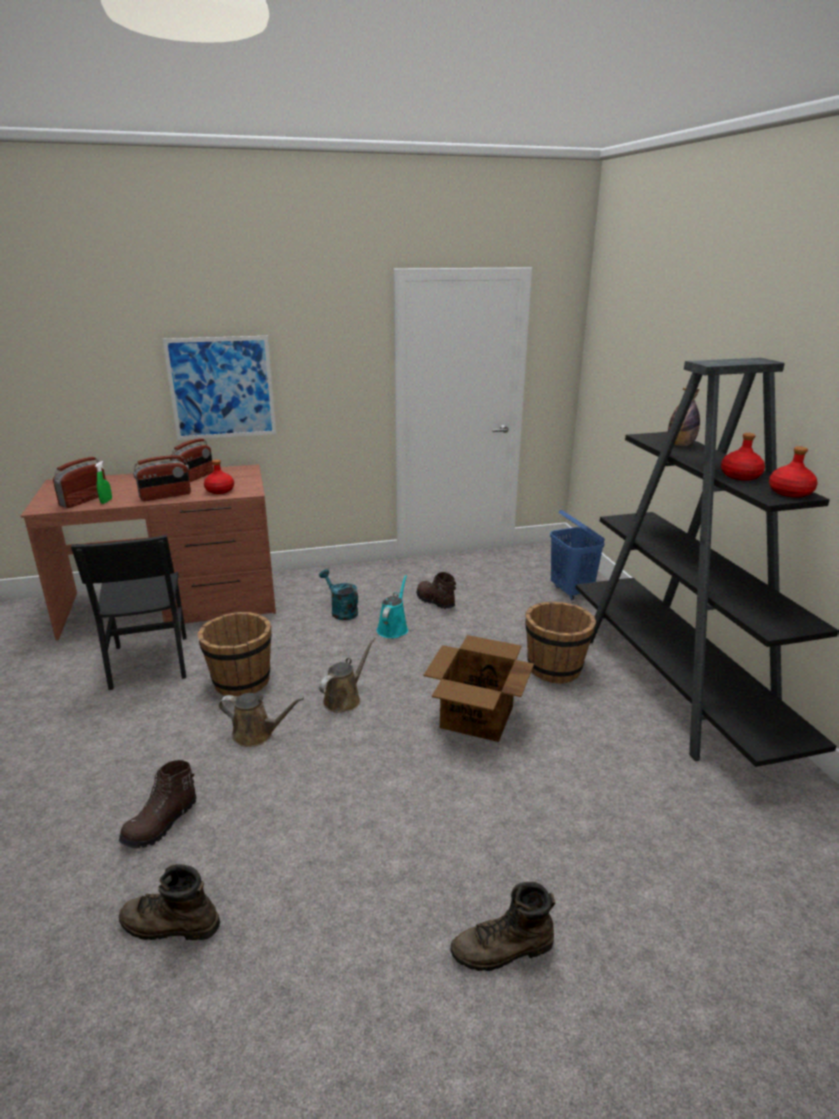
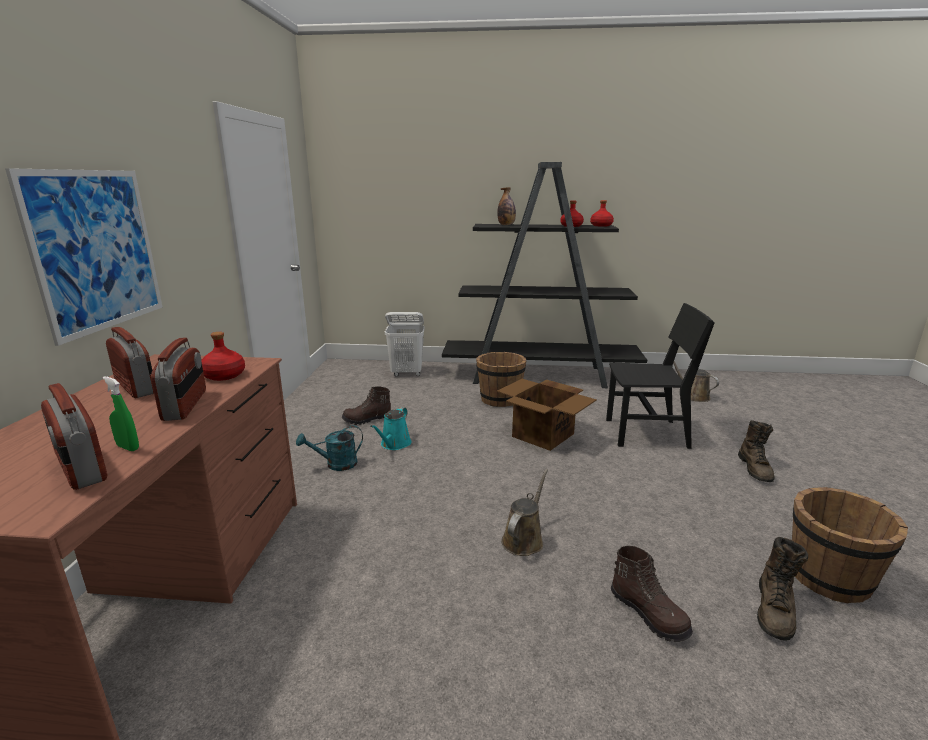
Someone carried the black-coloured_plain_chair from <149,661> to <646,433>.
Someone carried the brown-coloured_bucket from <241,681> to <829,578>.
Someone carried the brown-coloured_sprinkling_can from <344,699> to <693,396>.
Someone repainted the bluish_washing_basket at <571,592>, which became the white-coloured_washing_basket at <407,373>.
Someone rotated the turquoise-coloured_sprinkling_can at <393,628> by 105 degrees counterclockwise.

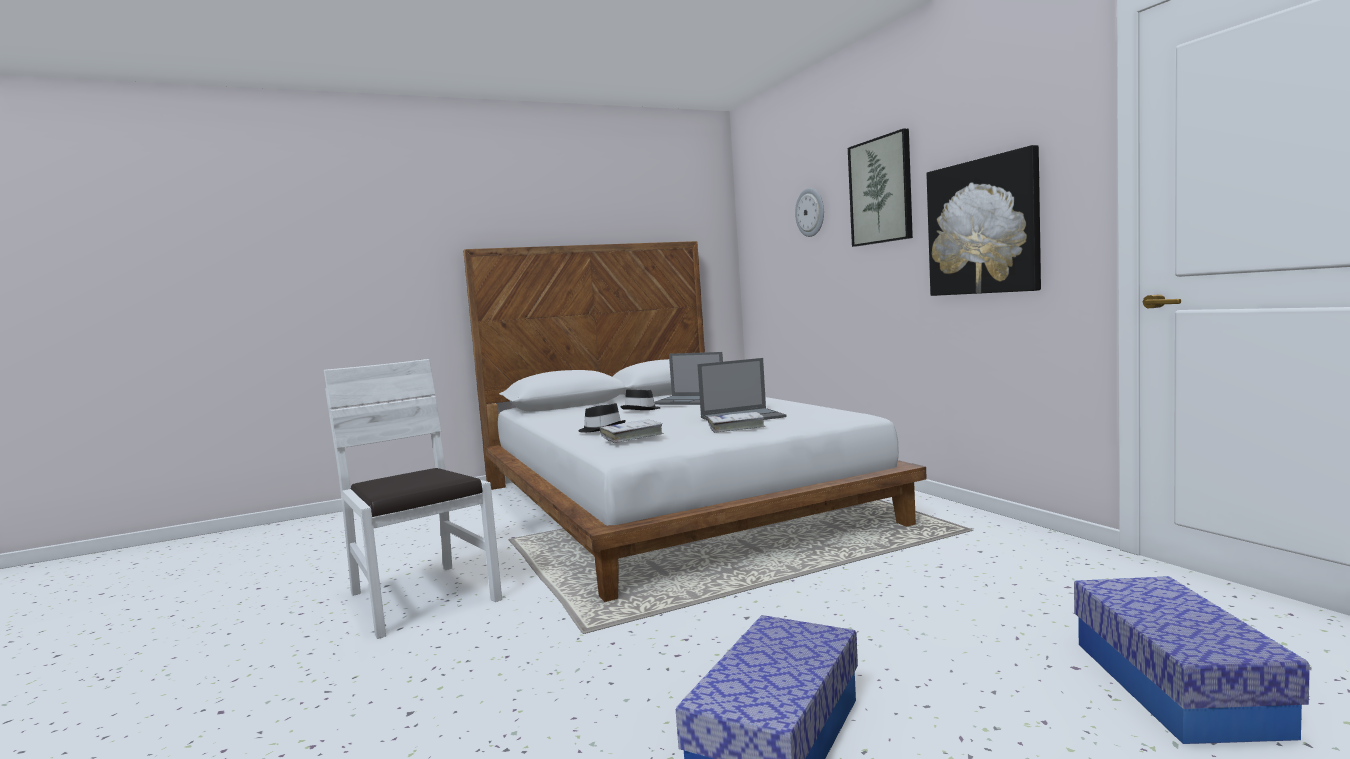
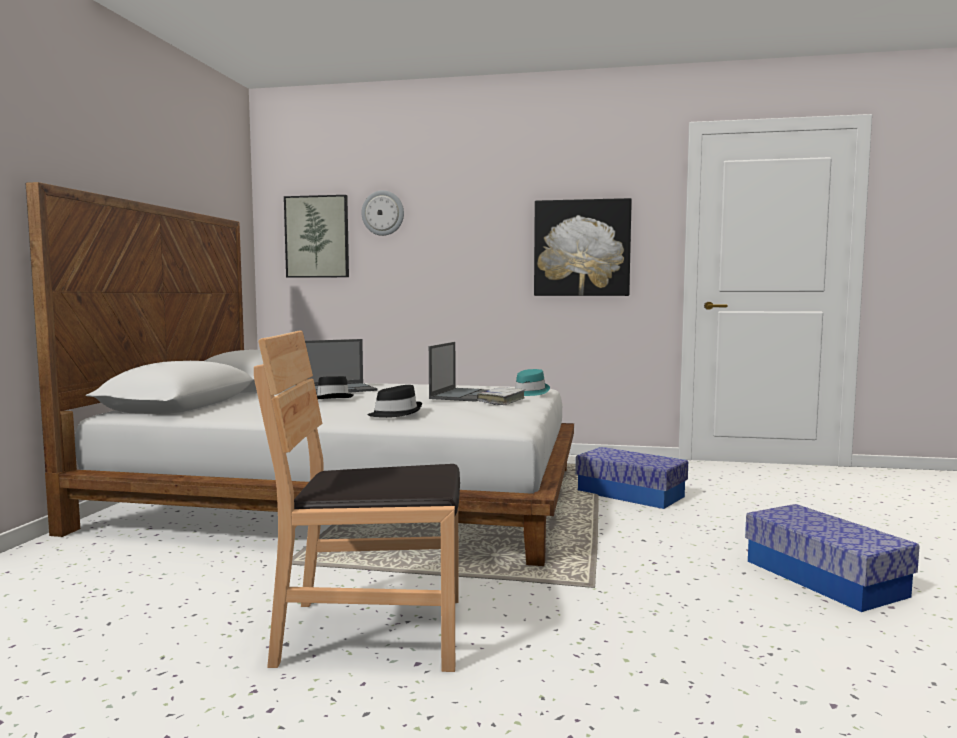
Someone took away the white-coloured_book at <632,436>.
Someone put down the turquoise-coloured_hat at <528,392>.
Someone carried the wall_picture from <881,191> to <317,237>.
Someone carried the storage_container from <1174,686> to <630,494>.
Someone repainted the white-coloured_plain_chair at <421,598>, which became the brown-coloured_plain_chair at <373,632>.

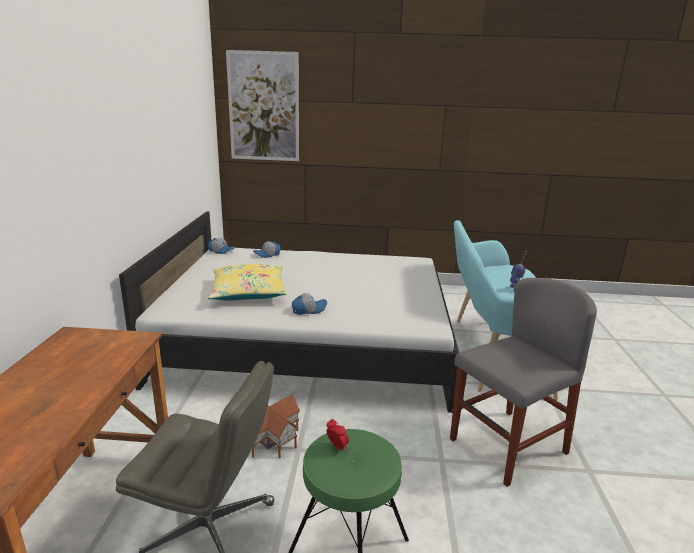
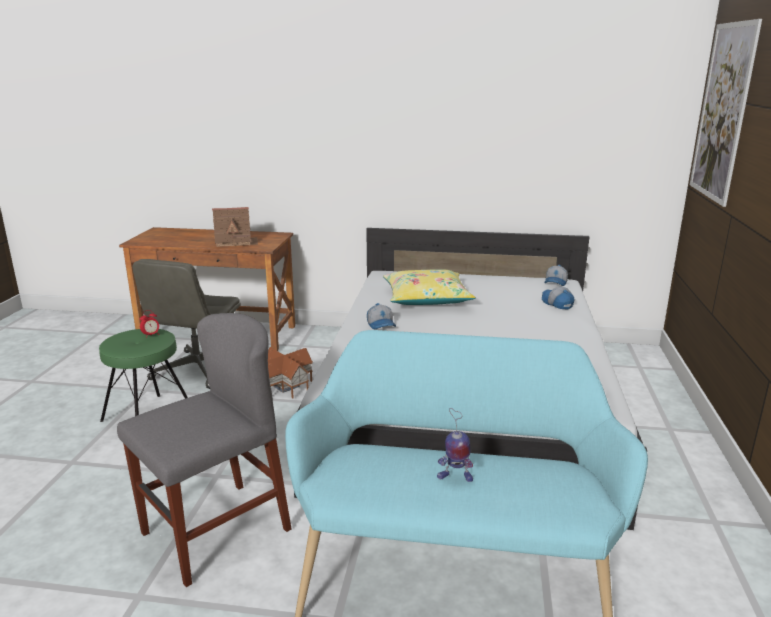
Someone put down the model_house at <236,242>.
Someone rotated the grey_plain_chair at <507,446> by 105 degrees counterclockwise.

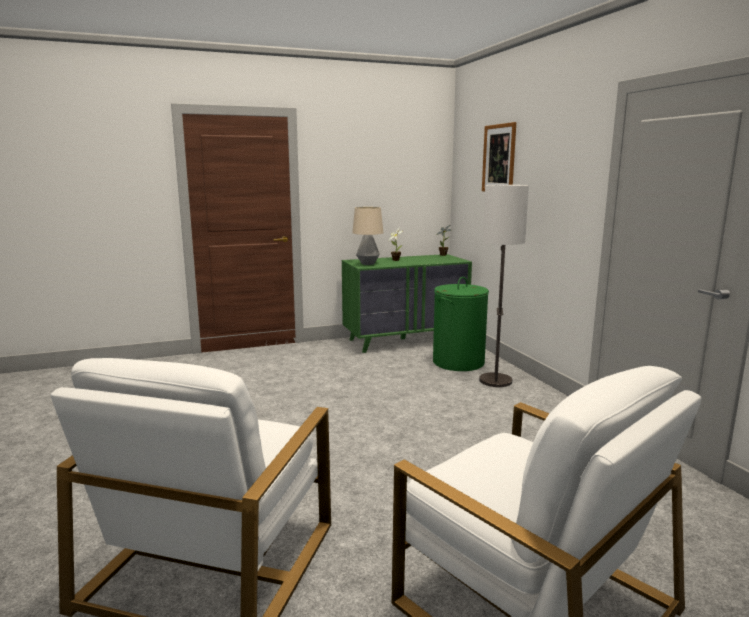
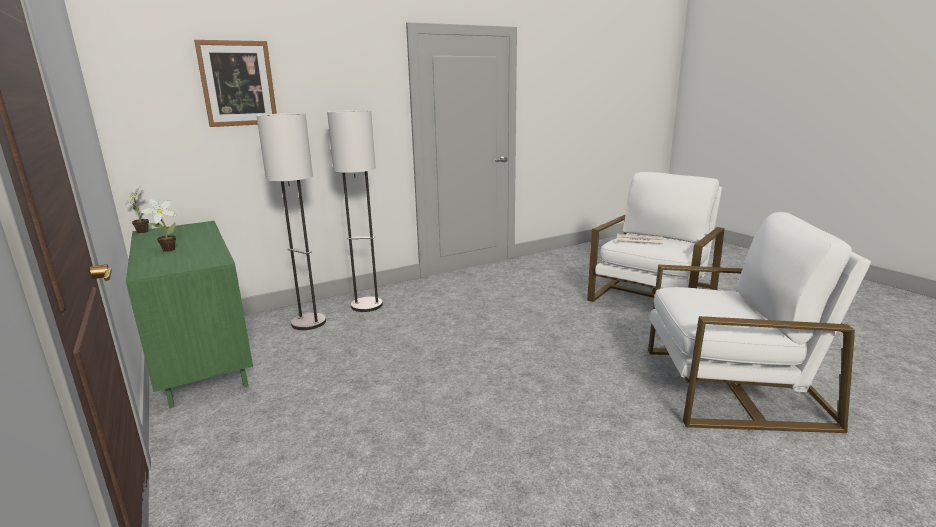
Someone took away the lamp_for_a_table at <368,264>.
Someone put down the daily_paper at <638,240>.
Someone swapped the greenish_washing_basket at <458,362> for the floor_lamp at <309,322>.

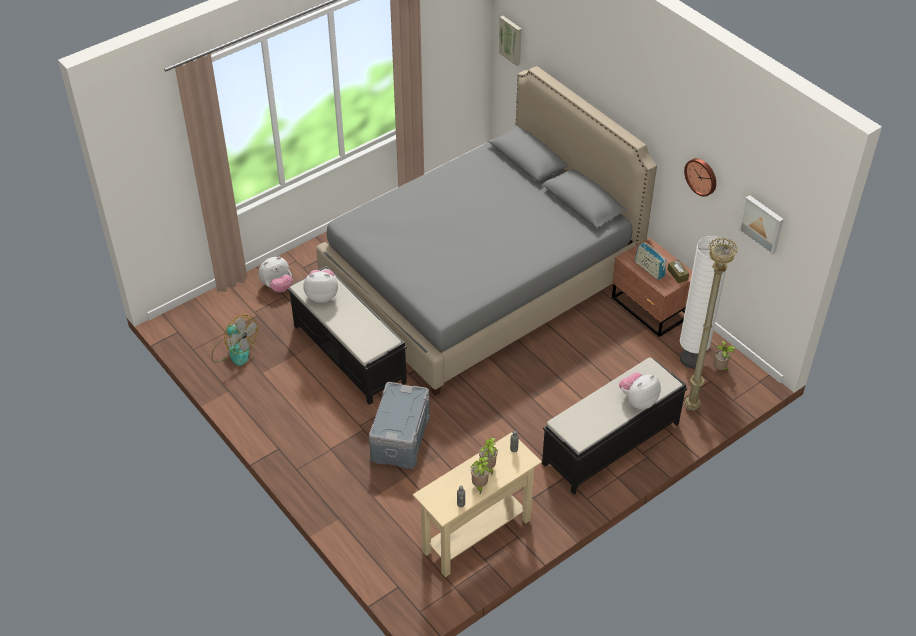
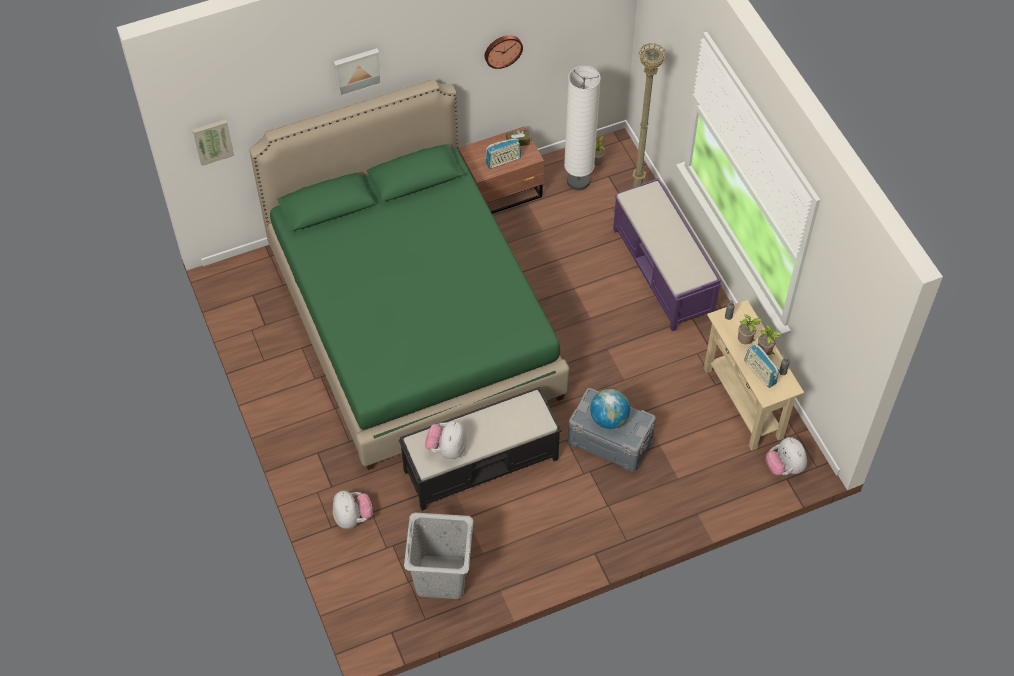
Someone put down the world_globe at <609,419>.
Someone put down the radio_set at <760,373>.
Someone carried the cuddly_toy from <638,401> to <784,467>.
Someone carried the wall_picture from <762,223> to <357,70>.
Someone swapped the fan at <234,351> for the grey_washing_basket at <441,576>.
Someone repainted the grey_sleeping_bed at <481,280>, which became the greenish_sleeping_bed at <413,322>.
Someone repainted the black-coloured_long_seat at <610,444>, which became the purple_long_seat at <663,272>.

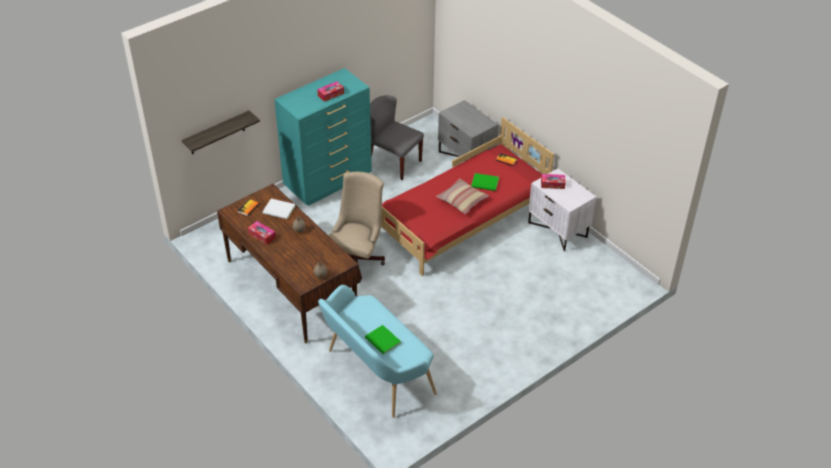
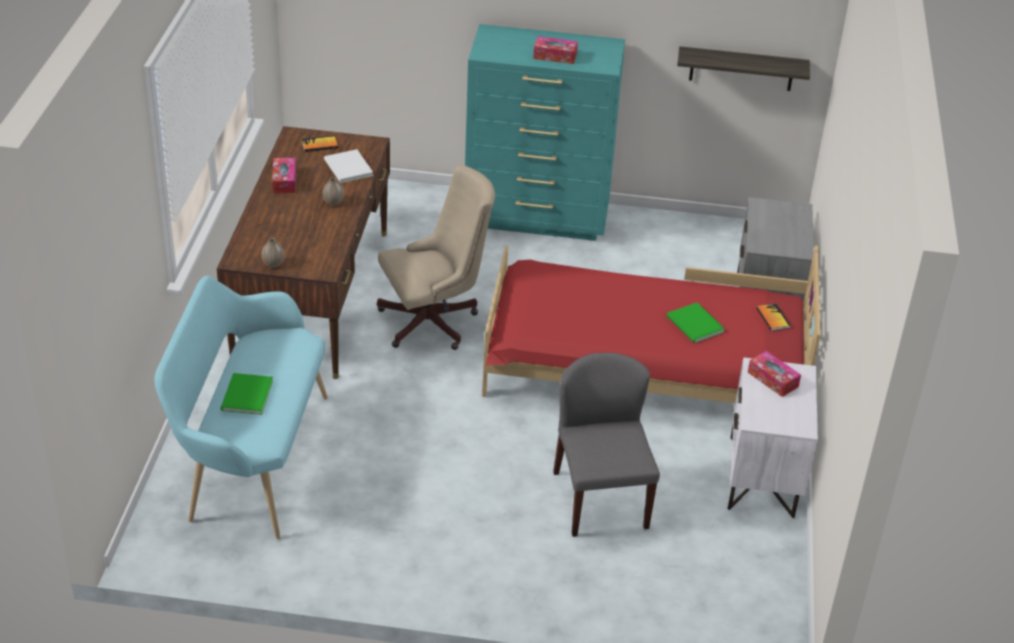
Someone took away the throw_pillow at <462,200>.
Someone carried the wall_shelf from <217,133> to <741,69>.
Someone carried the grey_plain_chair from <394,163> to <599,499>.

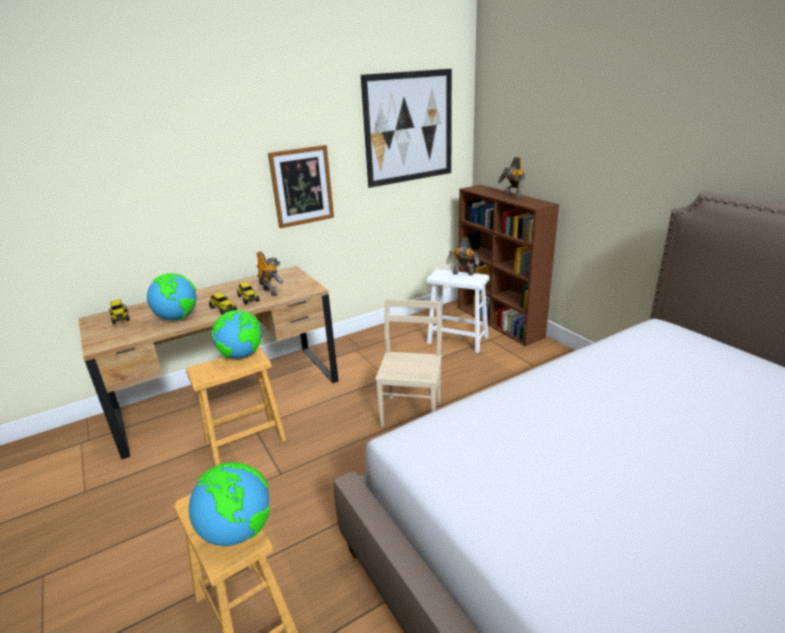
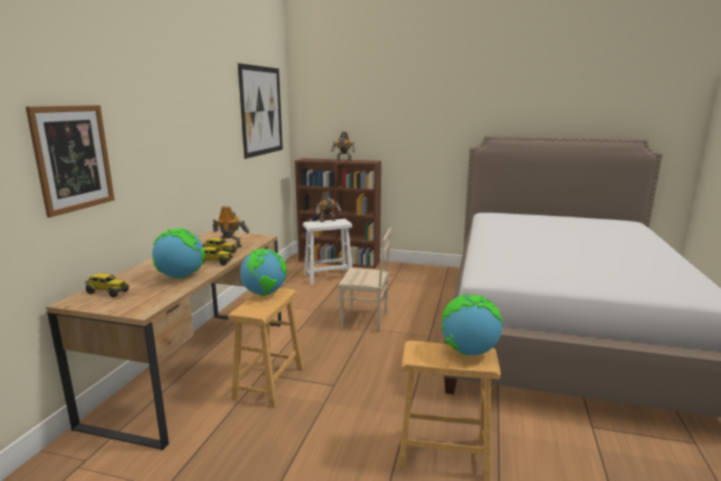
Someone carried the wall_picture from <302,186> to <73,158>.
Someone rotated the beige-coloured_plain_chair at <412,413> by 135 degrees clockwise.

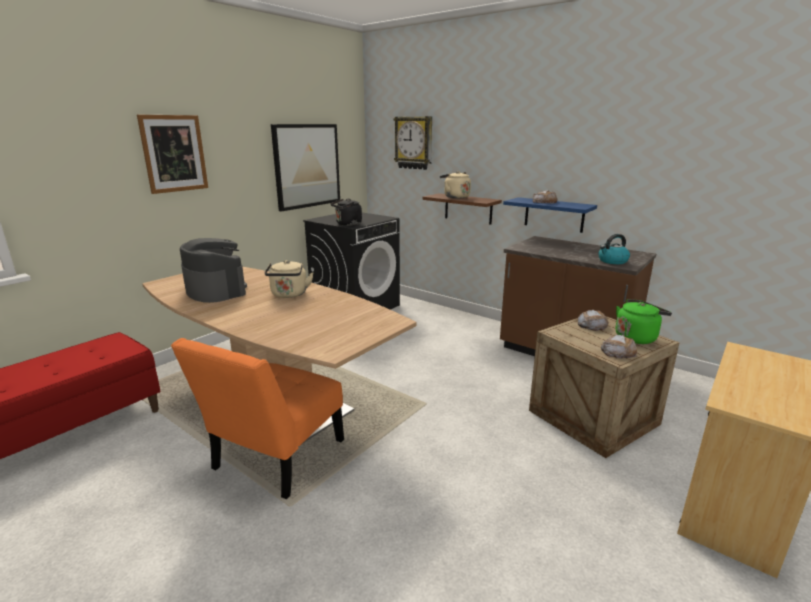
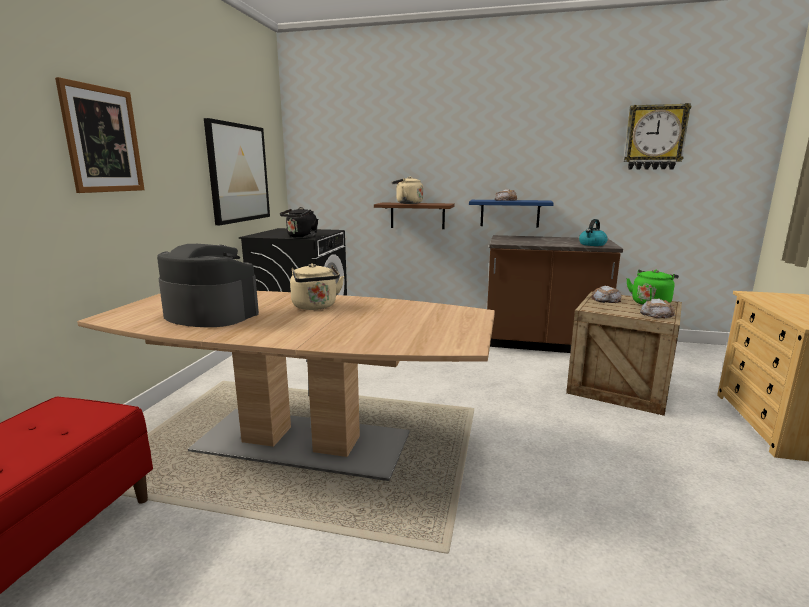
Someone took away the orangey_plain_chair at <274,459>.
Someone carried the clock_on_the_wall from <414,143> to <654,137>.

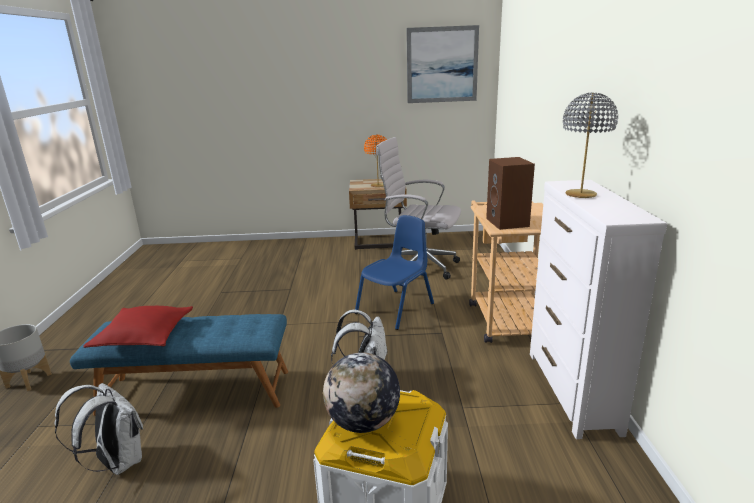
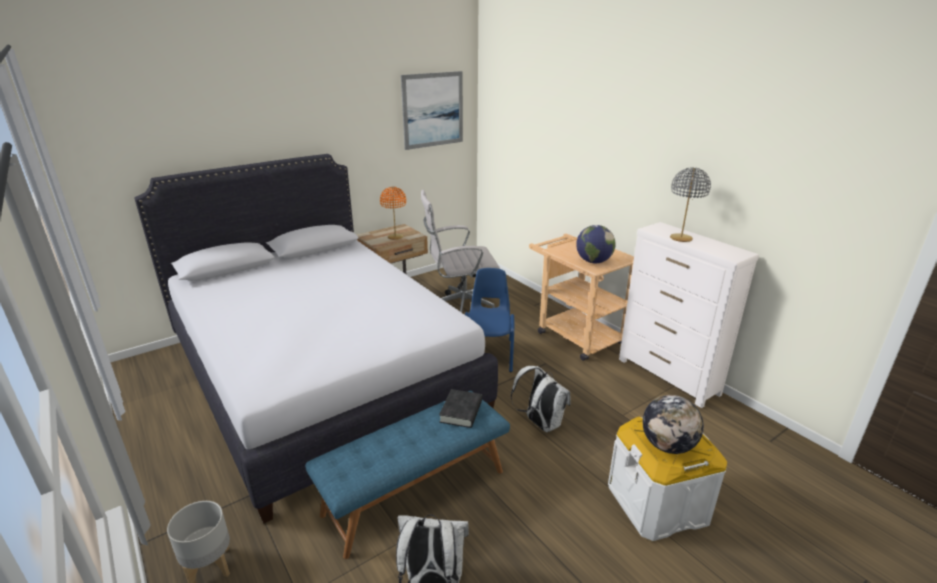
Someone took away the red-coloured_throw_pillow at <144,336>.
Someone put down the white-coloured_sleeping_bed at <321,376>.
Someone put down the black-coloured_book at <461,412>.
Someone swapped the brown-coloured_speaker at <508,223> for the world_globe at <593,261>.

